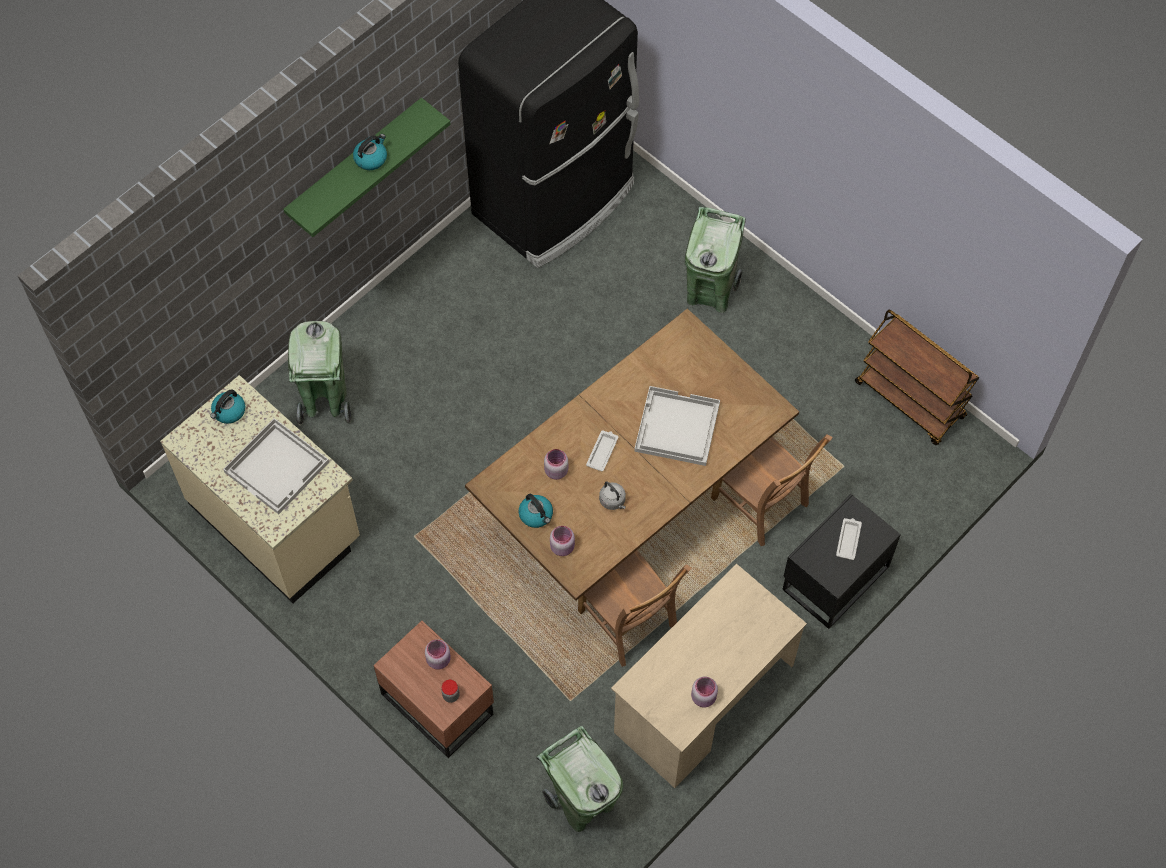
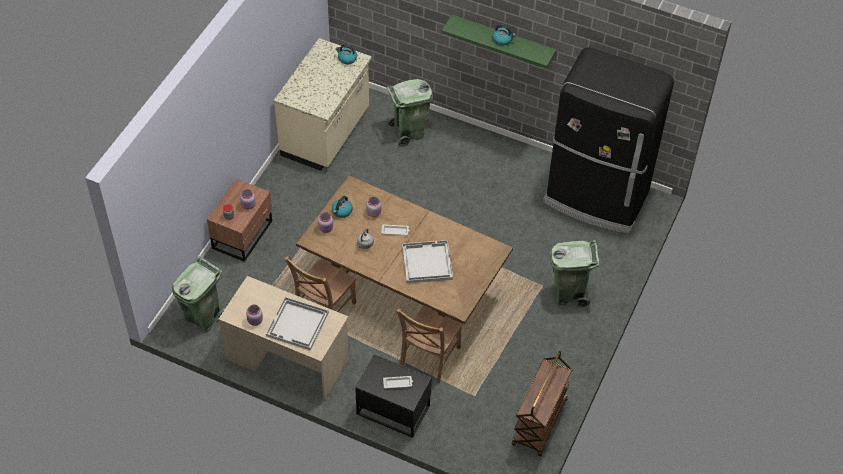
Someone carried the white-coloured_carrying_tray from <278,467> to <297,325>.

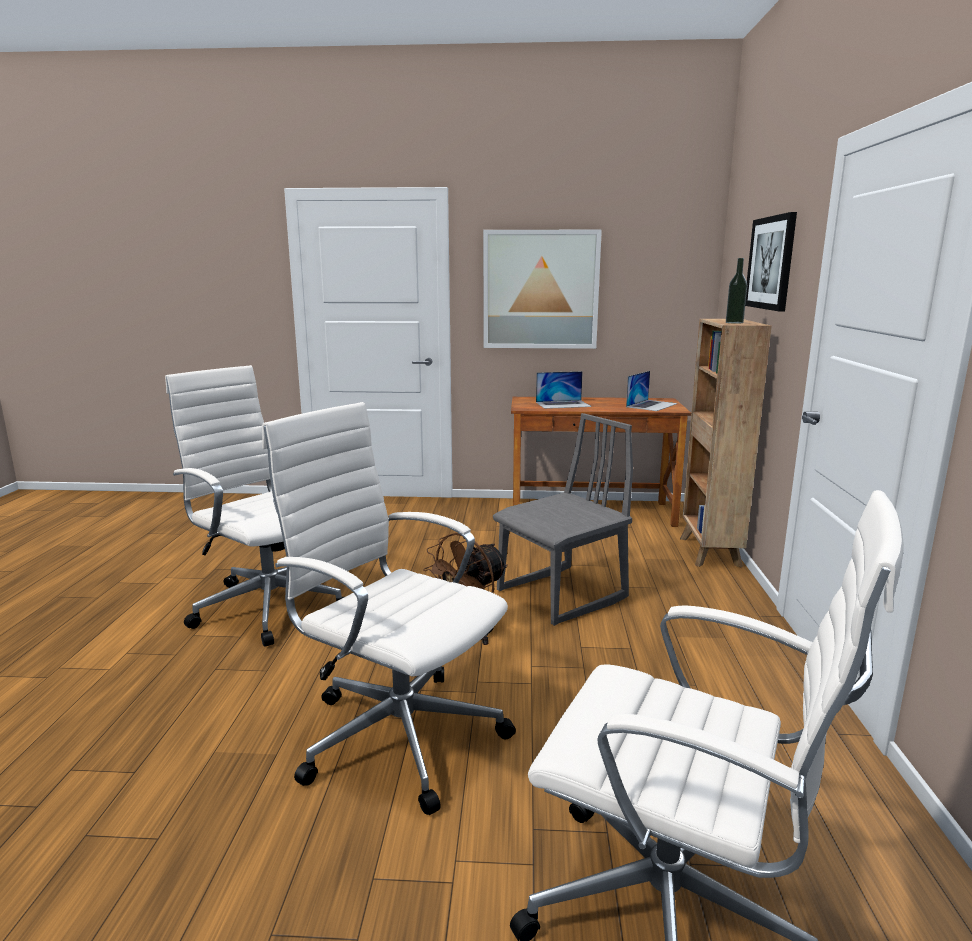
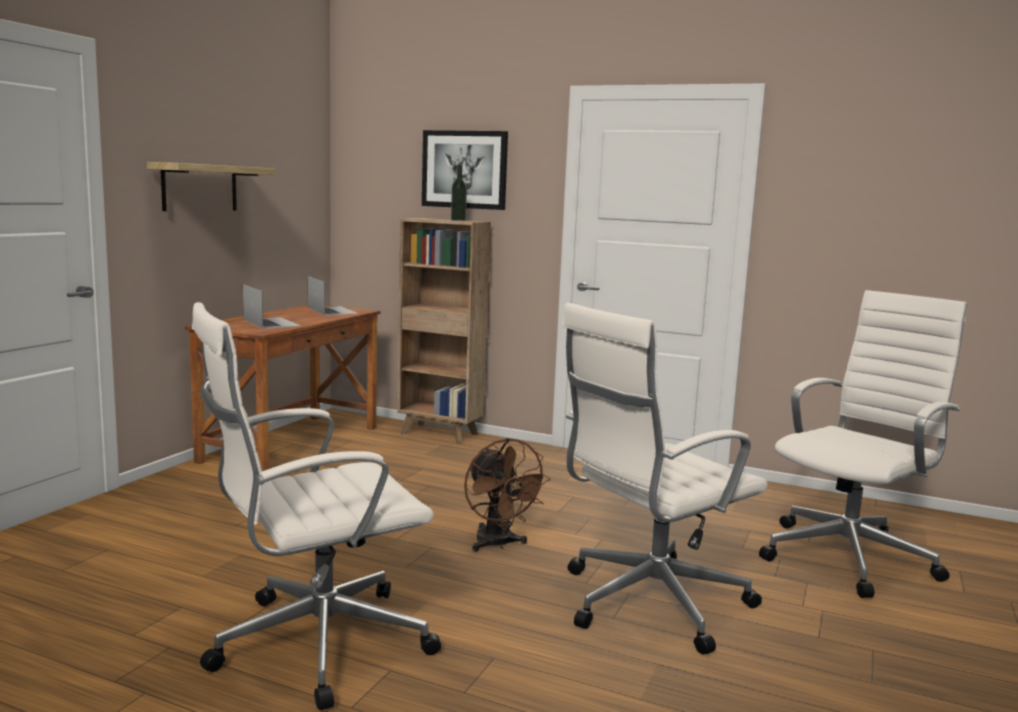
Someone took away the grey_plain_chair at <562,595>.
Someone swapped the wall_picture at <540,290> for the wall_shelf at <200,187>.
Someone rotated the laptop at <563,404> by 45 degrees counterclockwise.

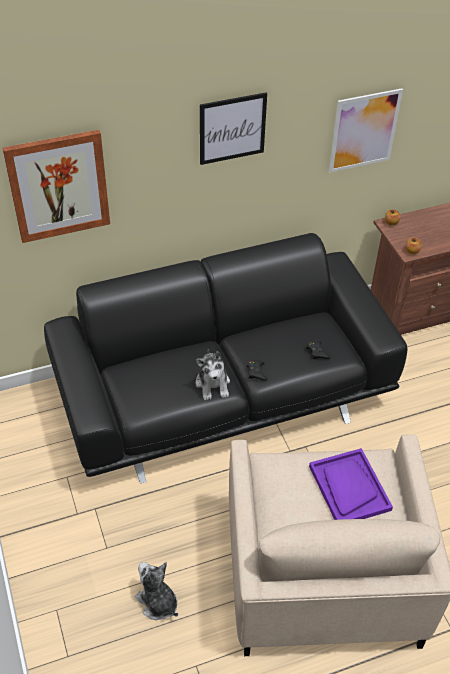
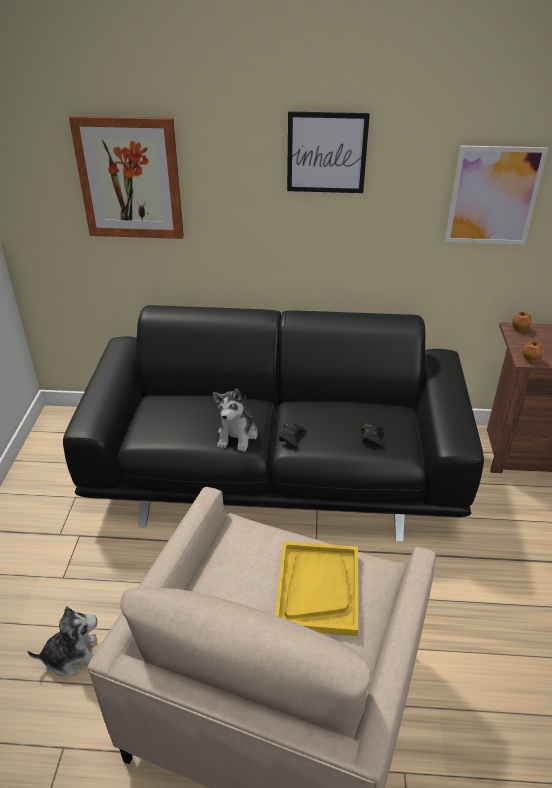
Someone repainted the purple_carrying_tray at <349,488>, which became the yellowish_carrying_tray at <317,588>.
Someone rotated the cuddly_toy at <157,602> by 90 degrees clockwise.

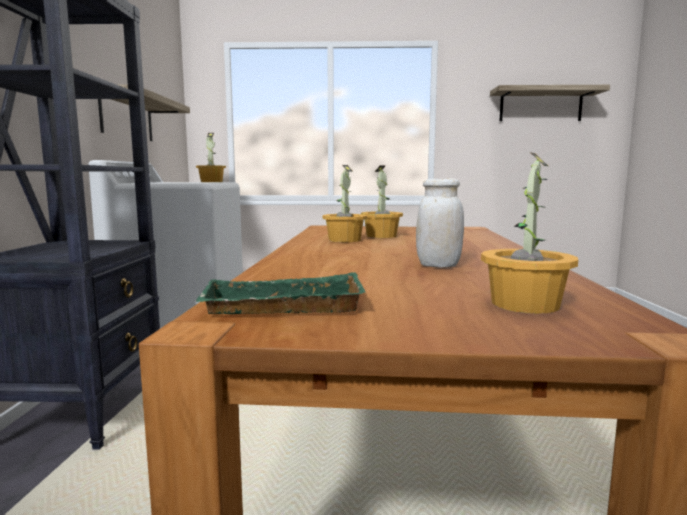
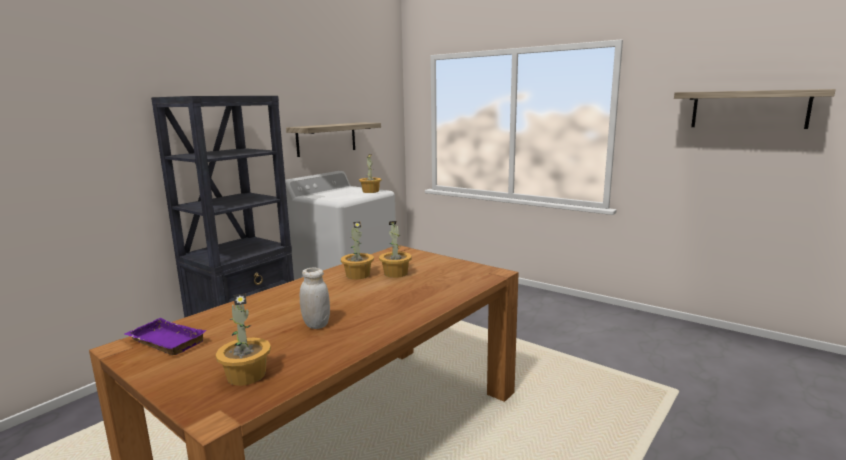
Someone repainted the greenish_carrying_tray at <281,307>, which became the purple_carrying_tray at <164,342>.

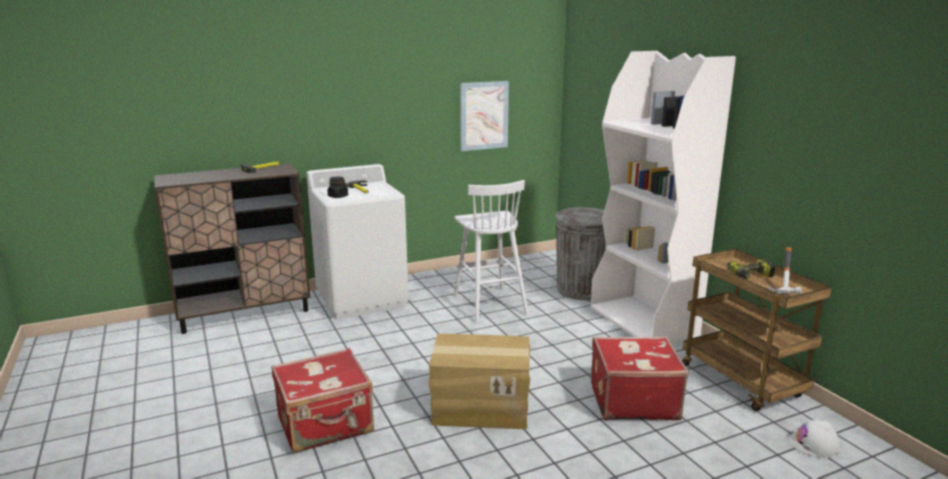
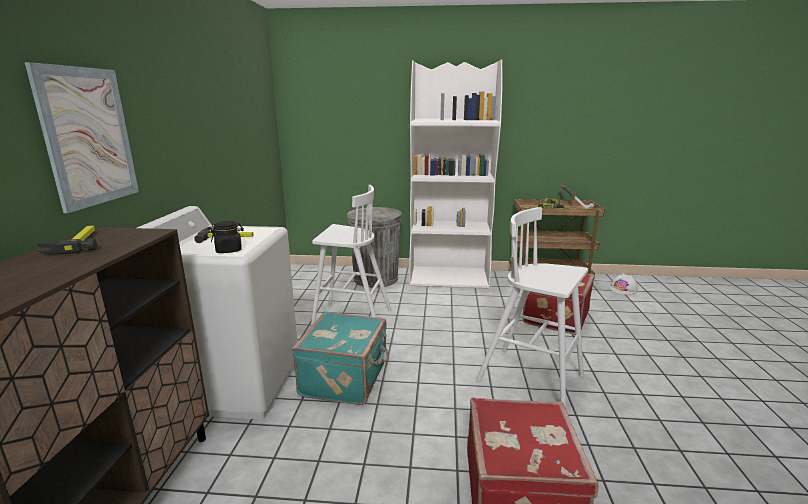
Someone put down the turquoise-coloured_suitcase at <346,378>.
Someone carried the wall_picture from <484,115> to <88,137>.
Someone swapped the carton at <481,407> for the white-coloured_stool_seat at <532,379>.

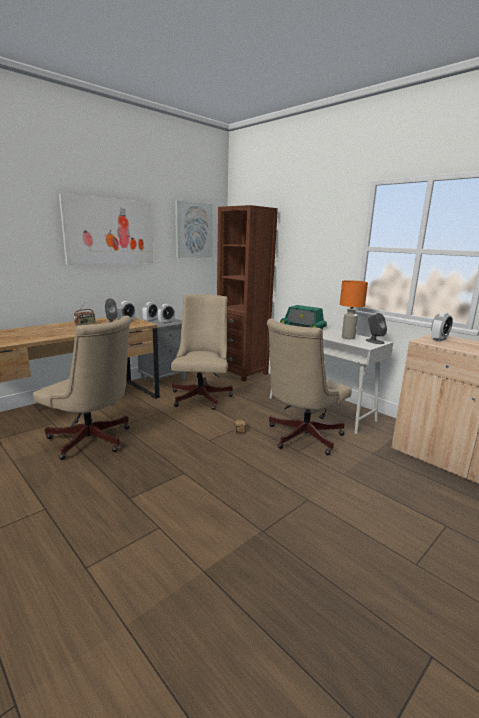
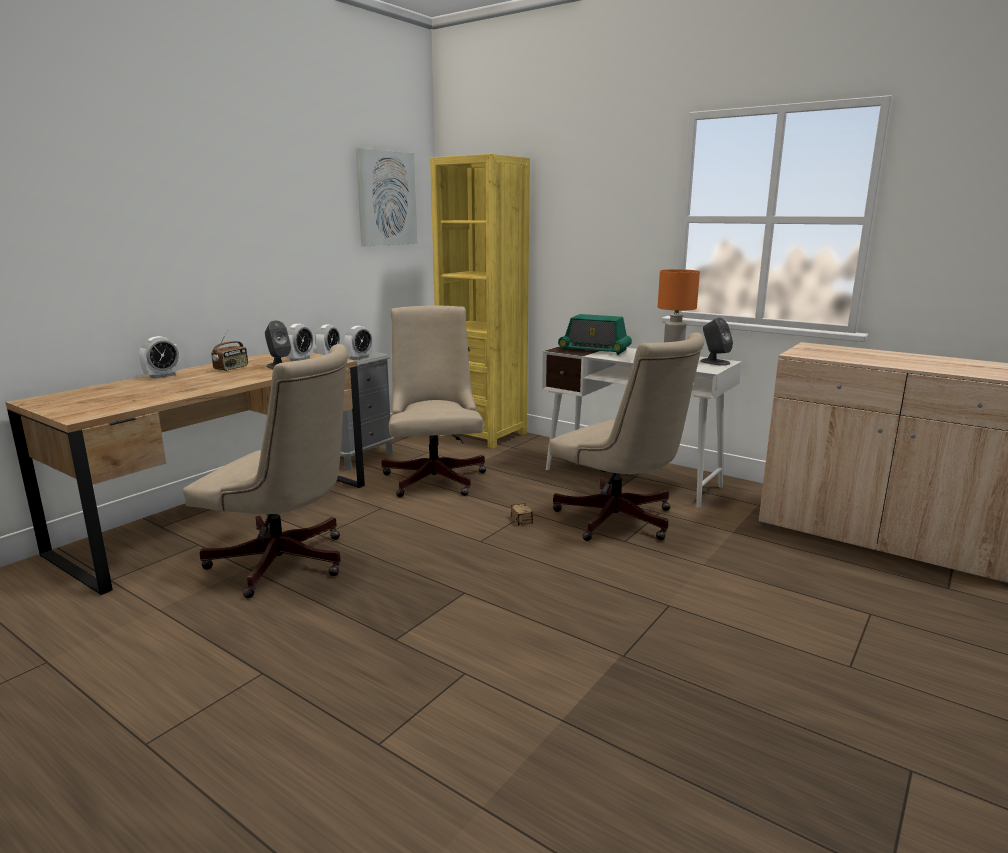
Someone took away the wall_picture at <109,231>.
Someone carried the table_clock from <439,339> to <162,376>.
Someone repainted the brown-coloured_bookcase at <242,372>, which became the yellowish_bookcase at <483,434>.
Someone rotated the beige-coloured_office_chair at <301,437> by 75 degrees counterclockwise.

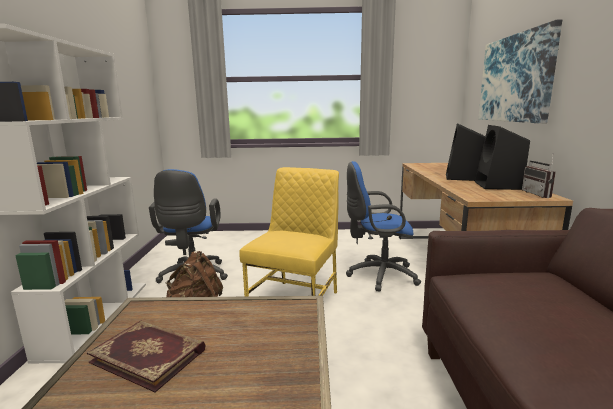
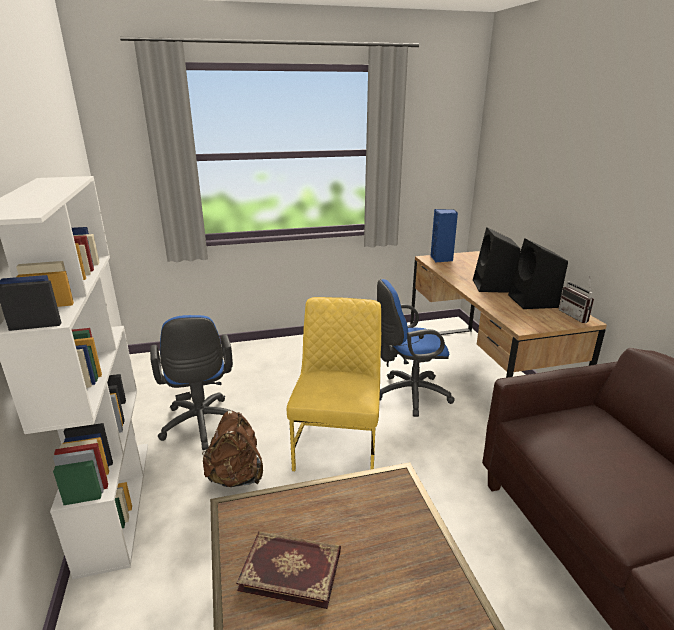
Someone took away the wall_picture at <515,78>.
Someone put down the bluish_speaker at <441,259>.

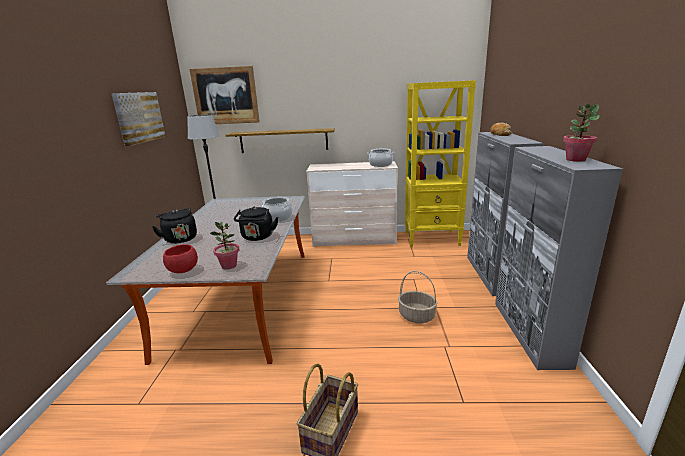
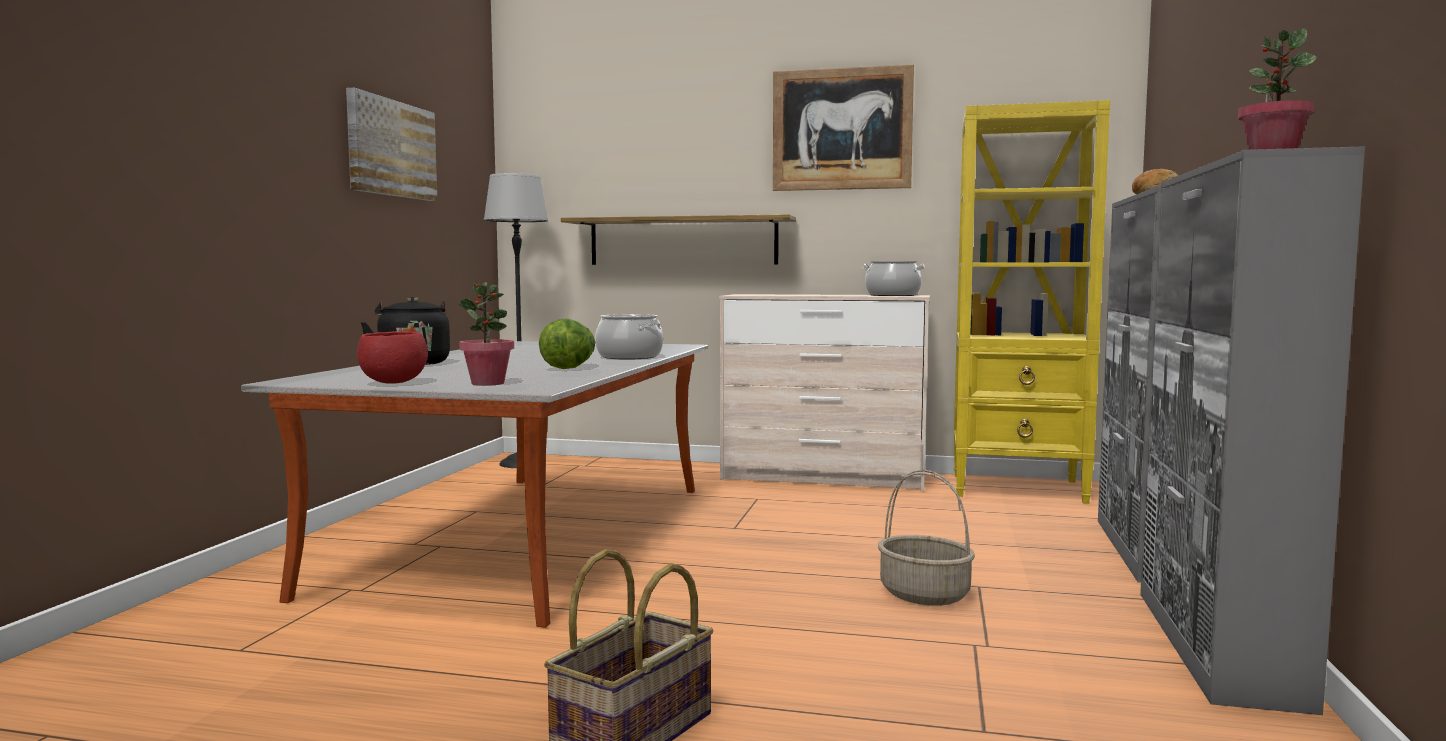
Someone carried the wall_picture from <225,96> to <842,129>.
Someone swapped the black-coloured_kettle at <257,237> for the lettuce at <569,368>.

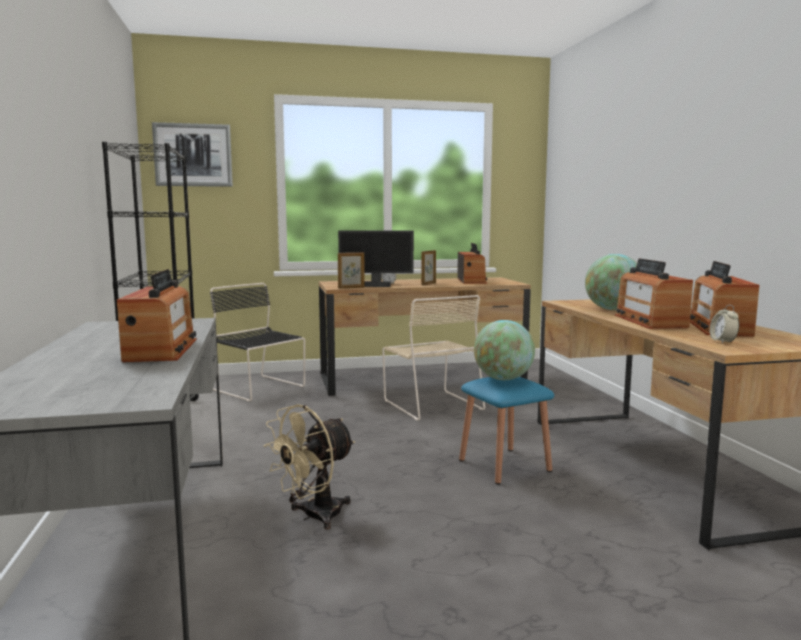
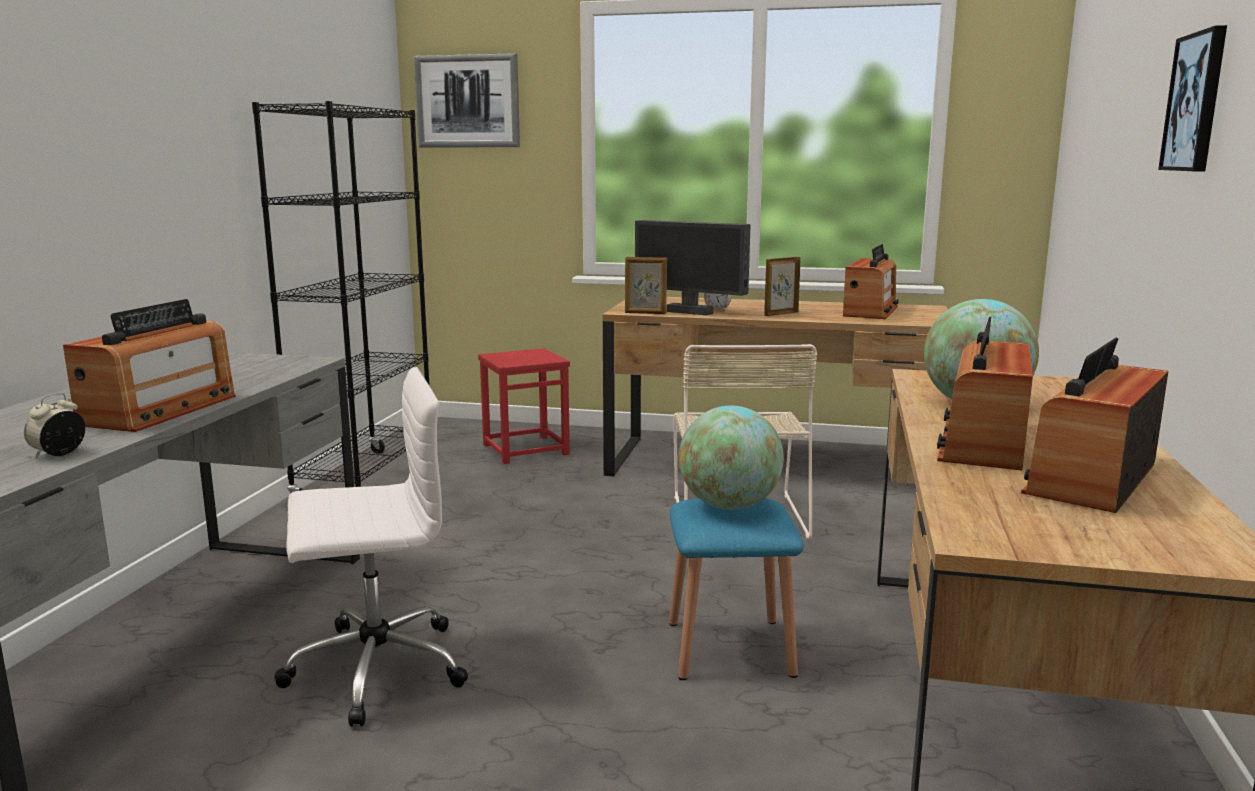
Someone put up the wall_picture at <1196,102>.
Someone carried the table_clock from <723,341> to <59,454>.
Someone swapped the black-coloured_plain_chair at <259,388> for the red-coloured_stool_seat at <525,449>.
Someone swapped the beige-coloured_fan at <314,516> for the white-coloured_office_chair at <374,668>.

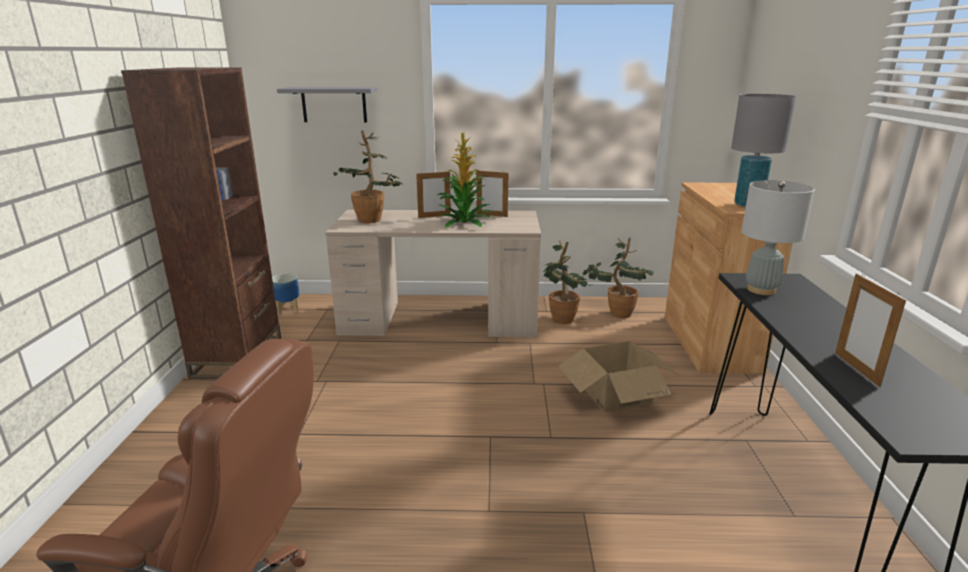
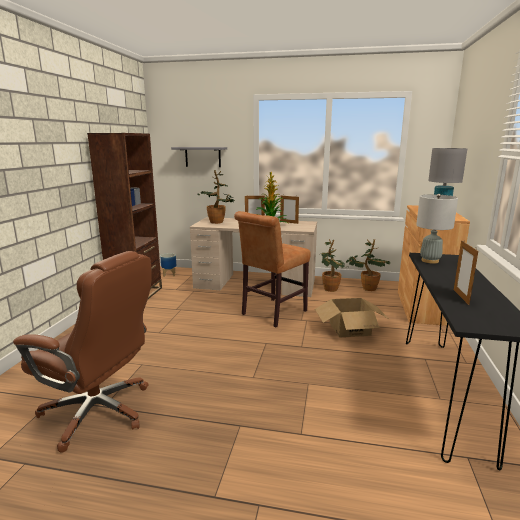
Someone put down the brown-coloured_plain_chair at <271,313>.

